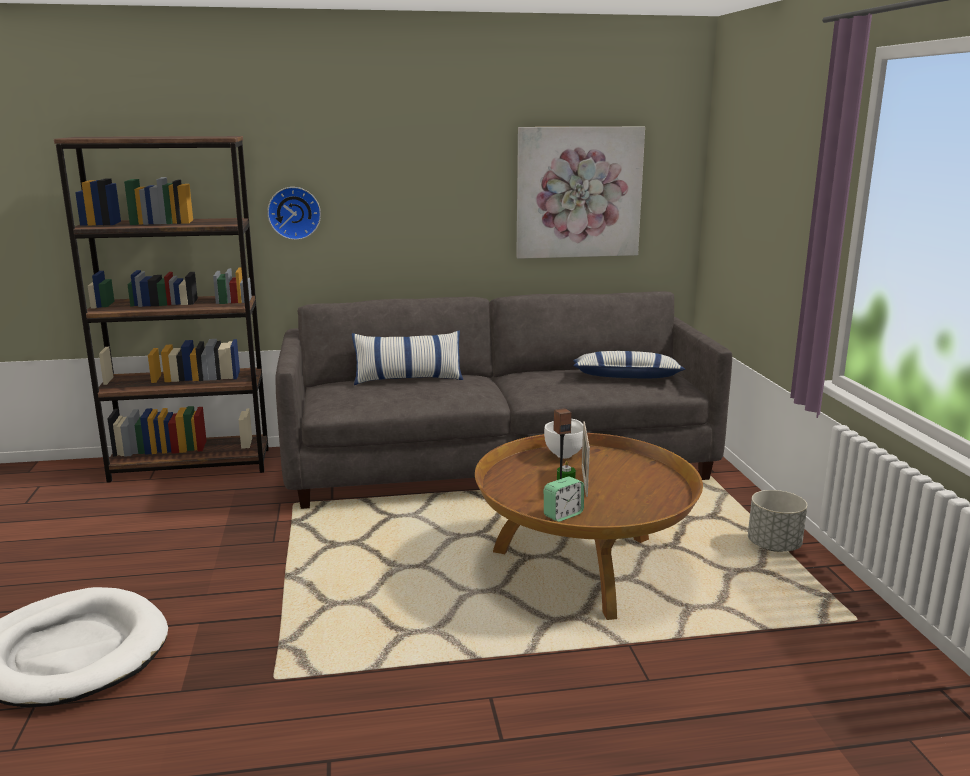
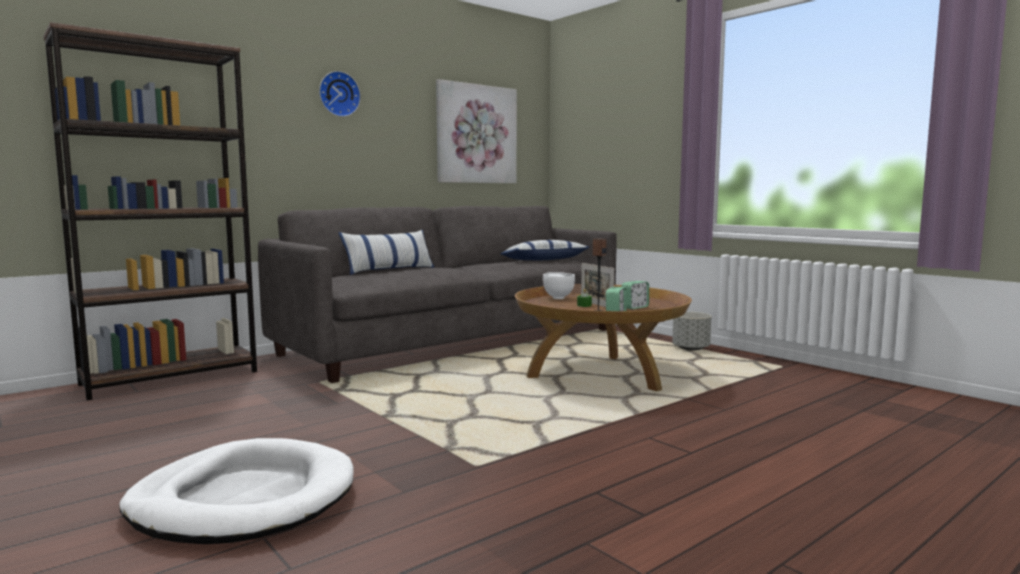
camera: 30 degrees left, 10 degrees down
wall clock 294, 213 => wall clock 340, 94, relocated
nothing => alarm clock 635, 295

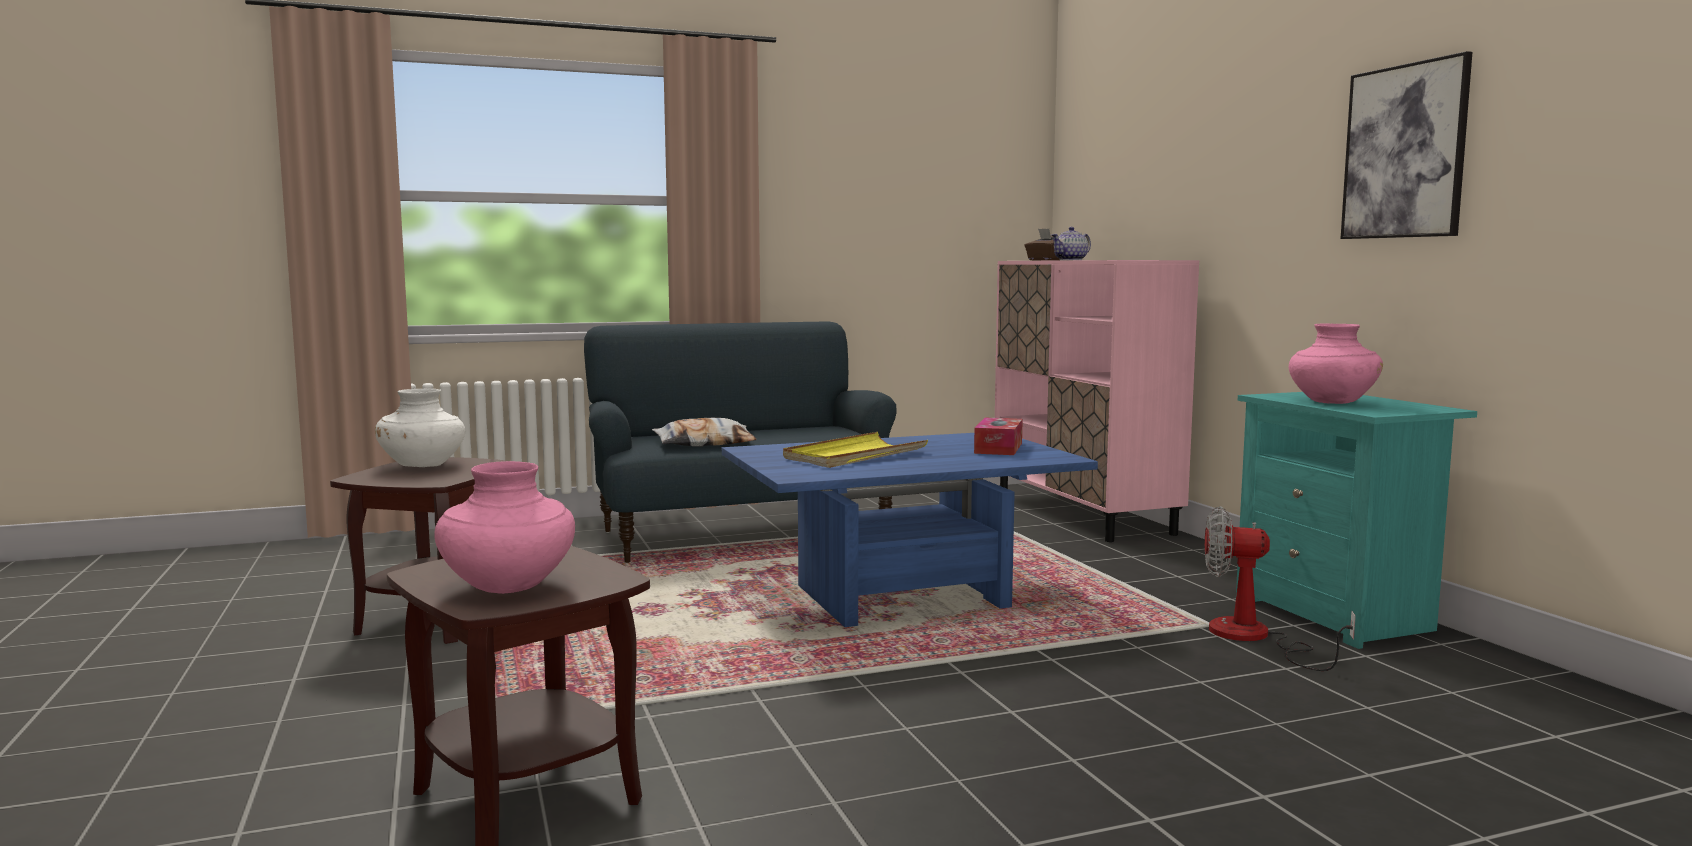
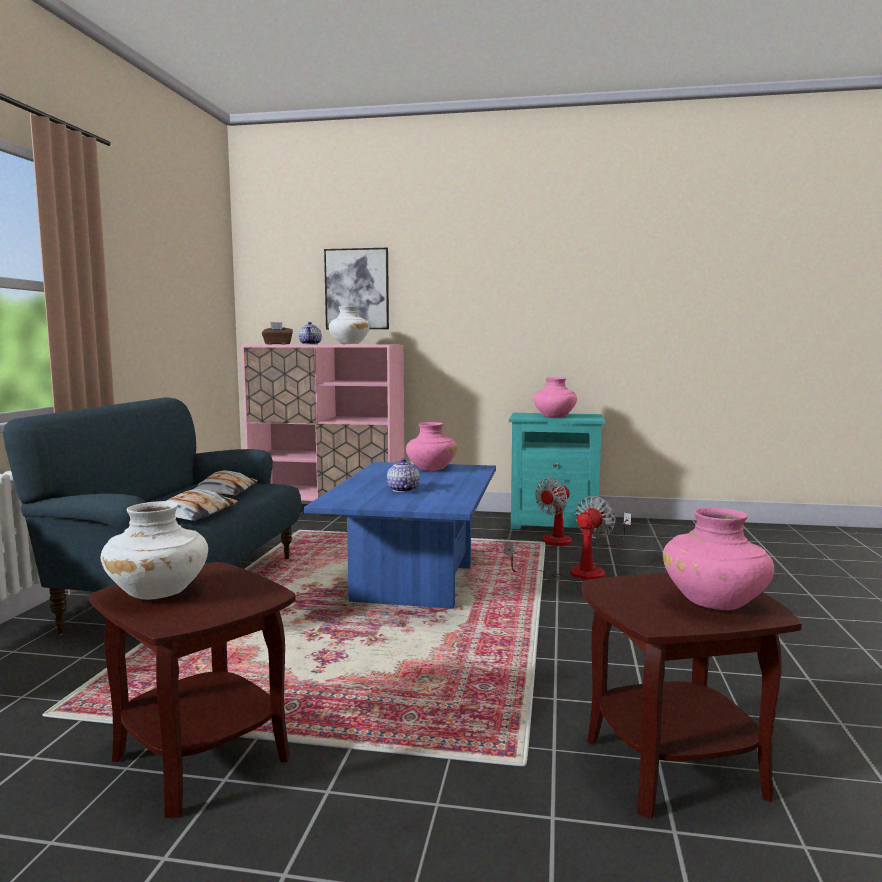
camera: 60 degrees left, 0 degrees up
picture 1406, 145 => picture 356, 288, relocated
tissue box 998, 436 => vase (pink) 431, 446
tray (yellow) 855, 450 => teapot 403, 475
nothing => vase (white) 349, 325
nothing => pillow 225, 483
nothing => fan 560, 538

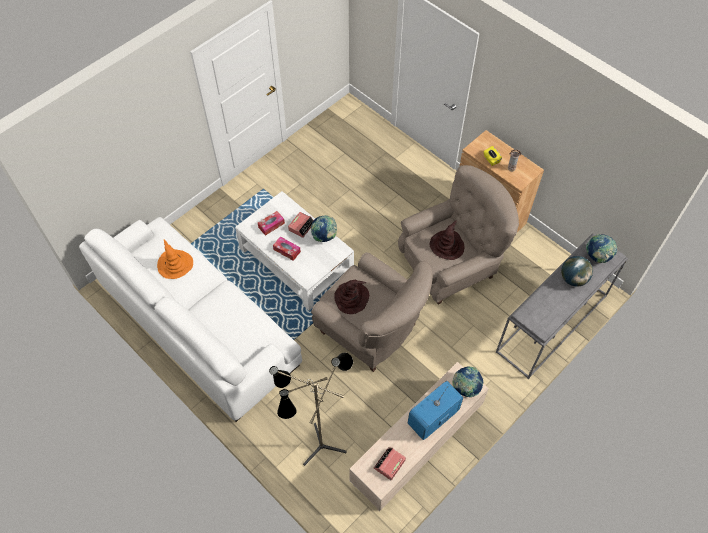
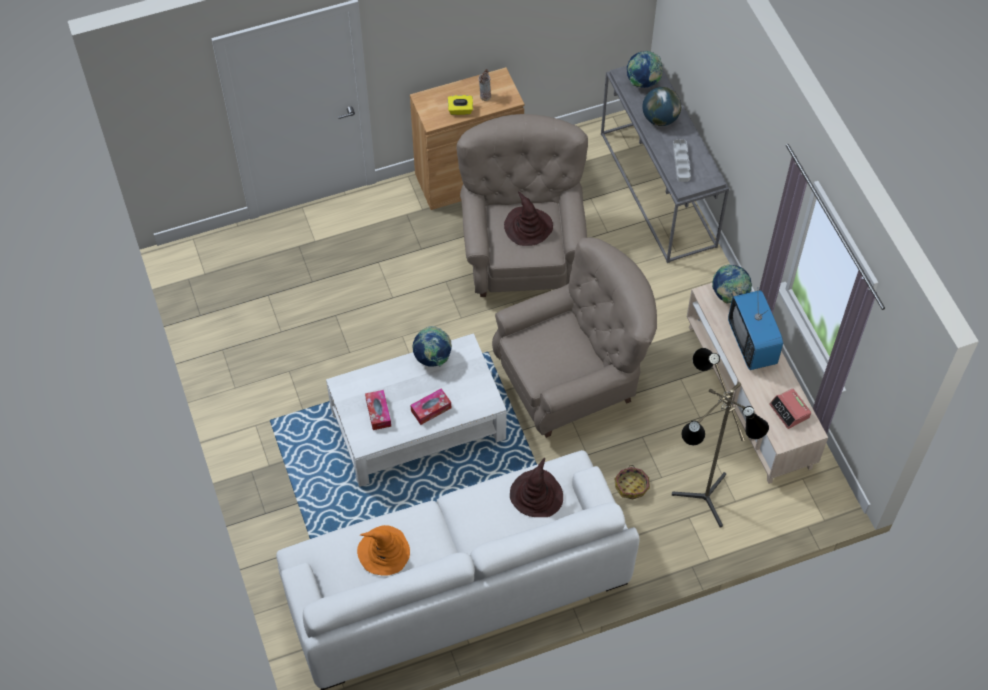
camera: 65 degrees left, 0 degrees up
alarm clock 300, 225 => nothing
hat (brown) 351, 297 => hat (brown) 536, 487, relocated
nothing => tray (grey) 682, 160
nothing => basket 632, 482

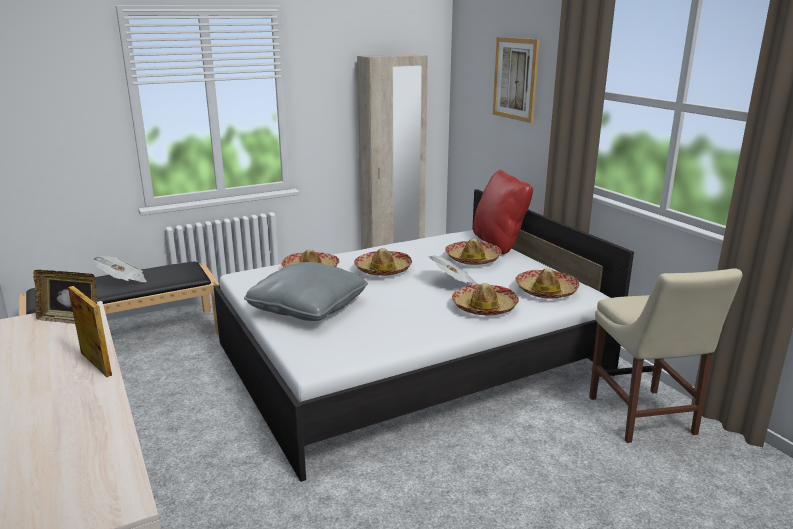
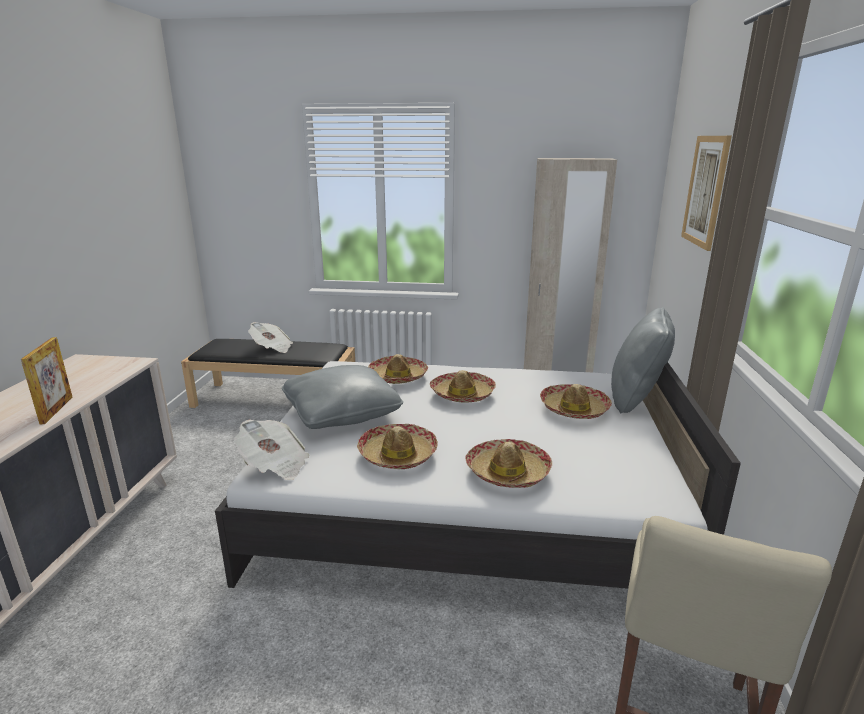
camera: 35 degrees right, 0 degrees up
pillow (red) 503, 212 => pillow (grey) 643, 360
newspaper 453, 270 => newspaper 271, 450, relocated
hat 547, 283 => hat 397, 446, relocated
picture frame 65, 297 => nothing

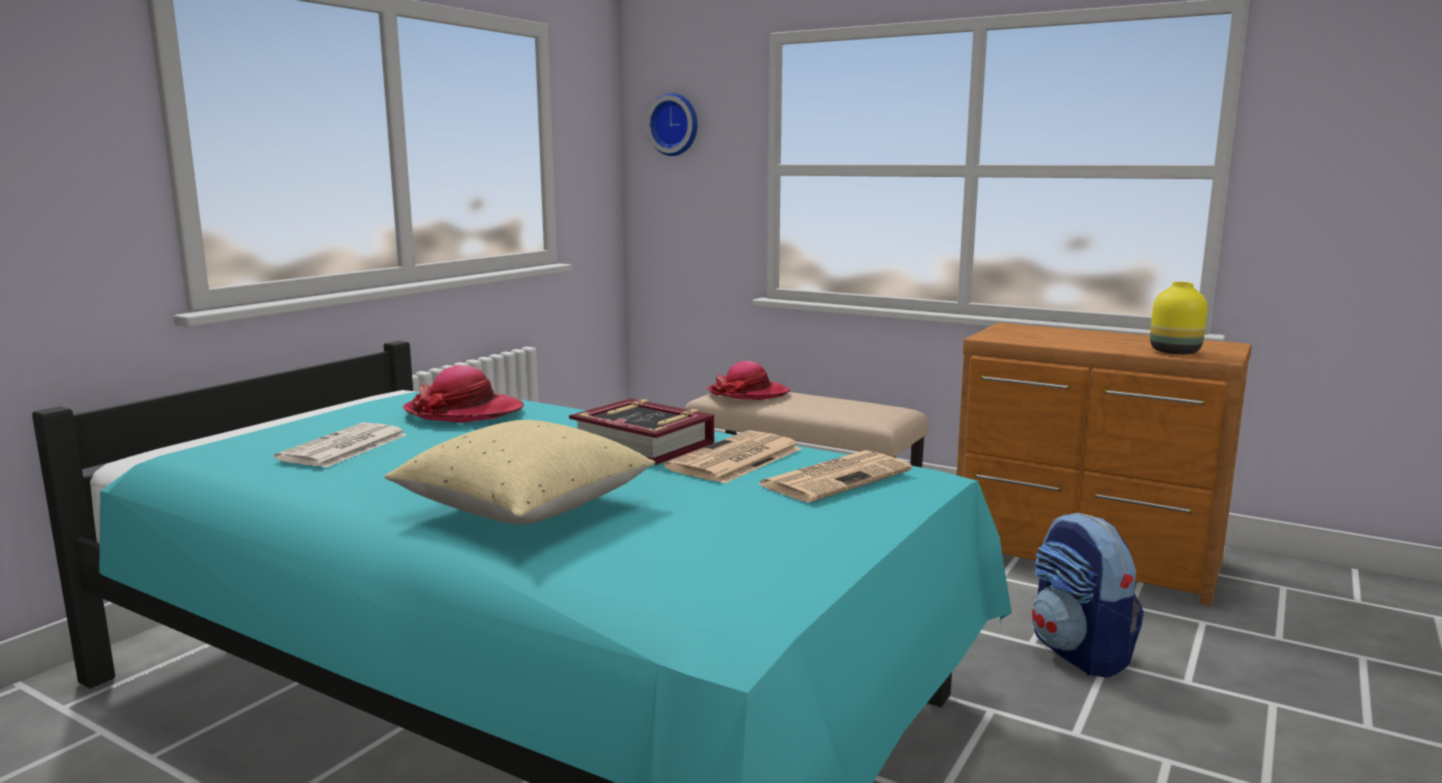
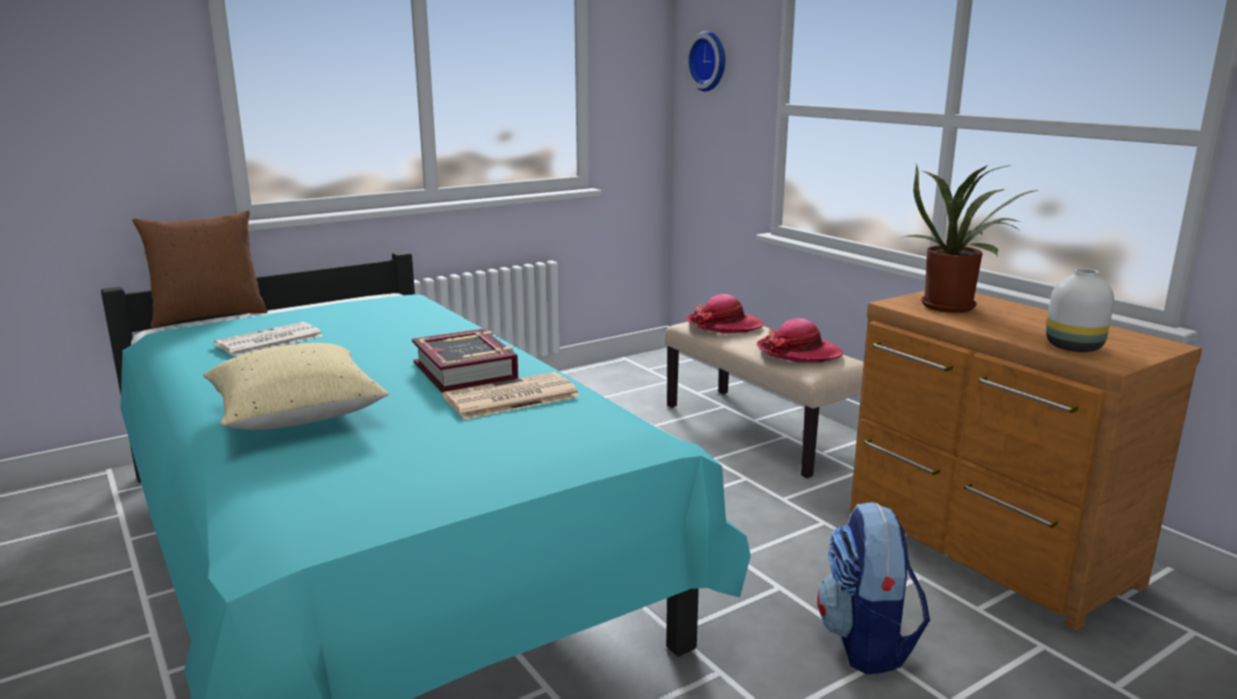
camera: 25 degrees right, 5 degrees up
vase (yellow) 1179, 318 => vase (white) 1080, 310
hat 463, 394 => hat 800, 340, relocated
newspaper 835, 476 => nothing
nothing => potted plant 970, 238
nothing => pillow (brown) 199, 269

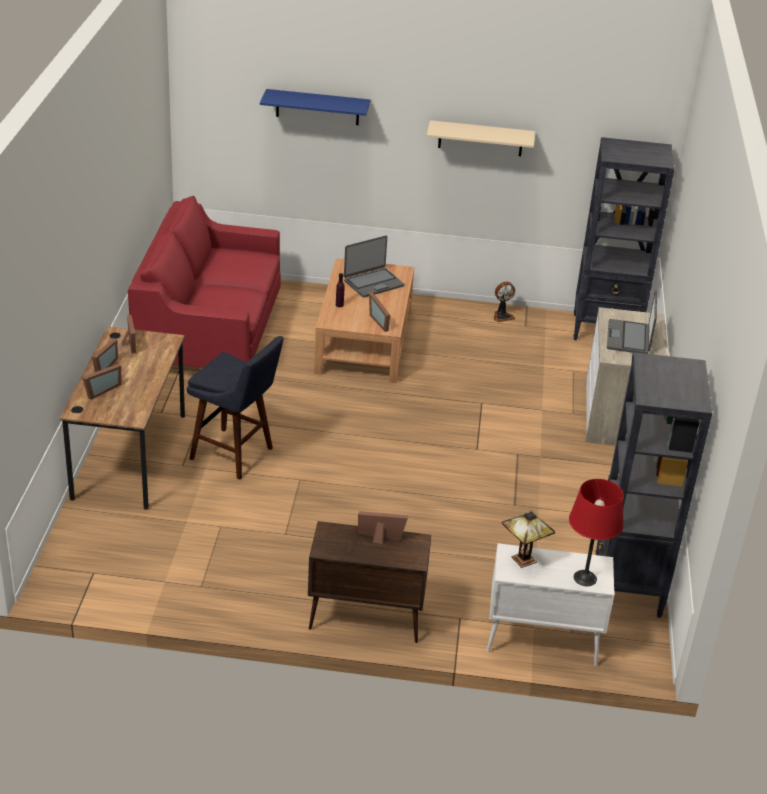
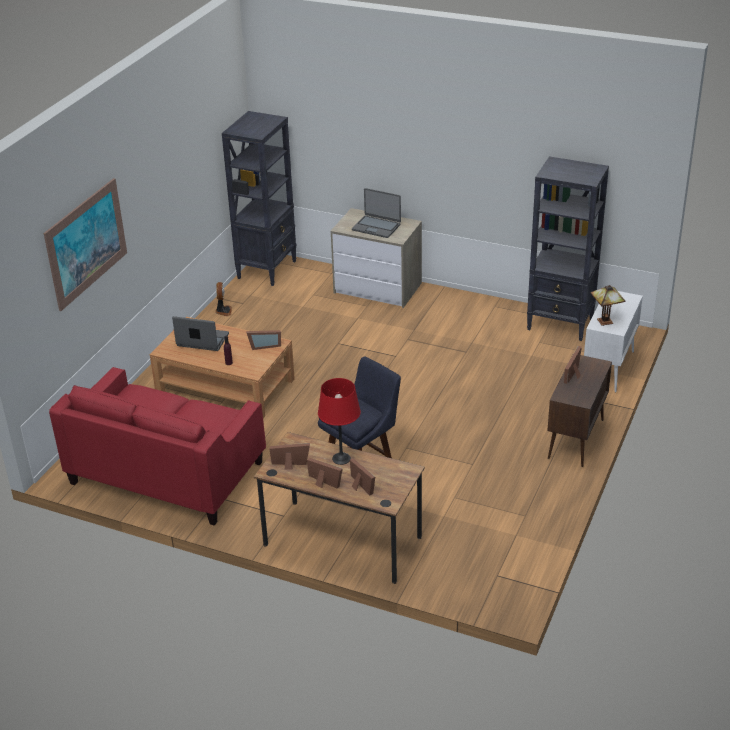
camera: 70 degrees left, 0 degrees up
shelf (blue) 315, 107 => picture 85, 244
shelf (beige) 481, 138 => nothing
laptop 374, 267 => laptop 200, 333, 60 degrees counterclockwise
table lamp (red) 596, 532 => table lamp (red) 339, 421, relocated

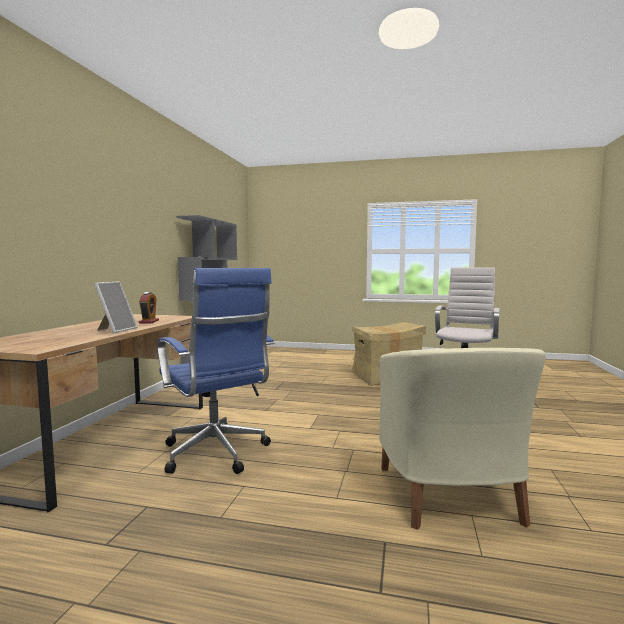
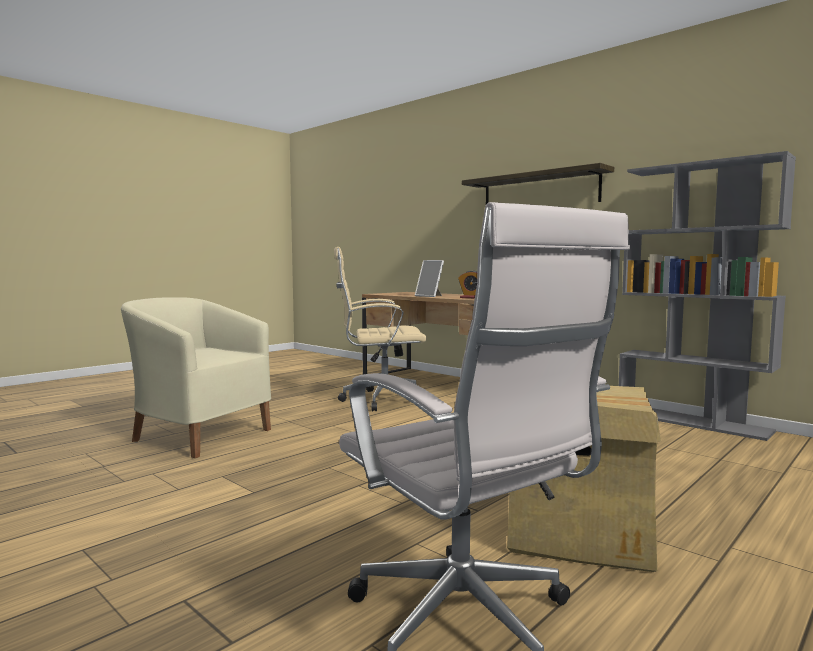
camera: 120 degrees right, 0 degrees up
office chair (blue) 216, 371 => office chair (beige) 380, 329
nothing => shelf 538, 183

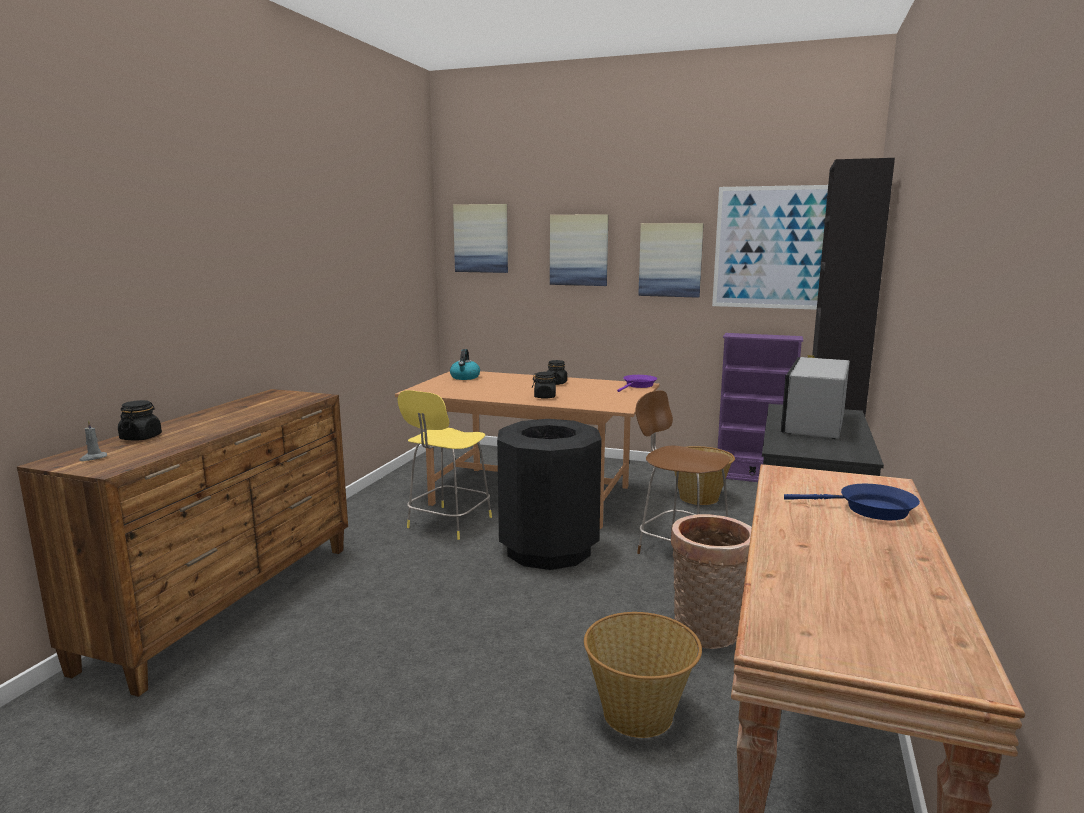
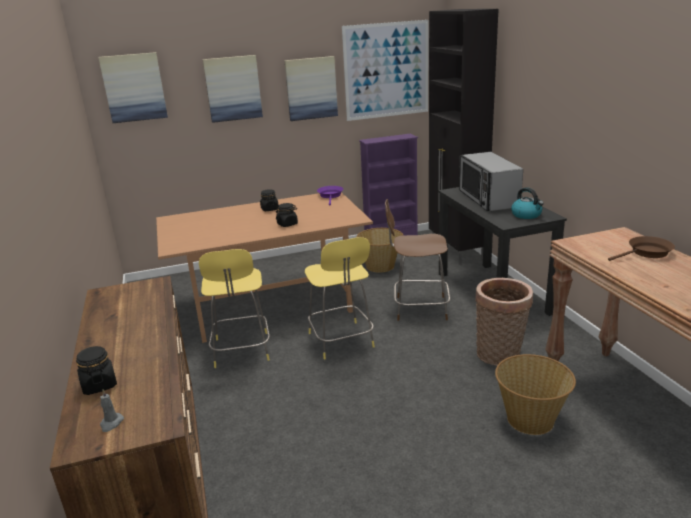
camera: 35 degrees left, 10 degrees up
kettle 465, 364 => kettle 527, 203, relocated
trash can (black) 549, 494 => stool (yellow) 340, 298
frying pan (blue) 852, 502 => frying pan (brown) 641, 248

